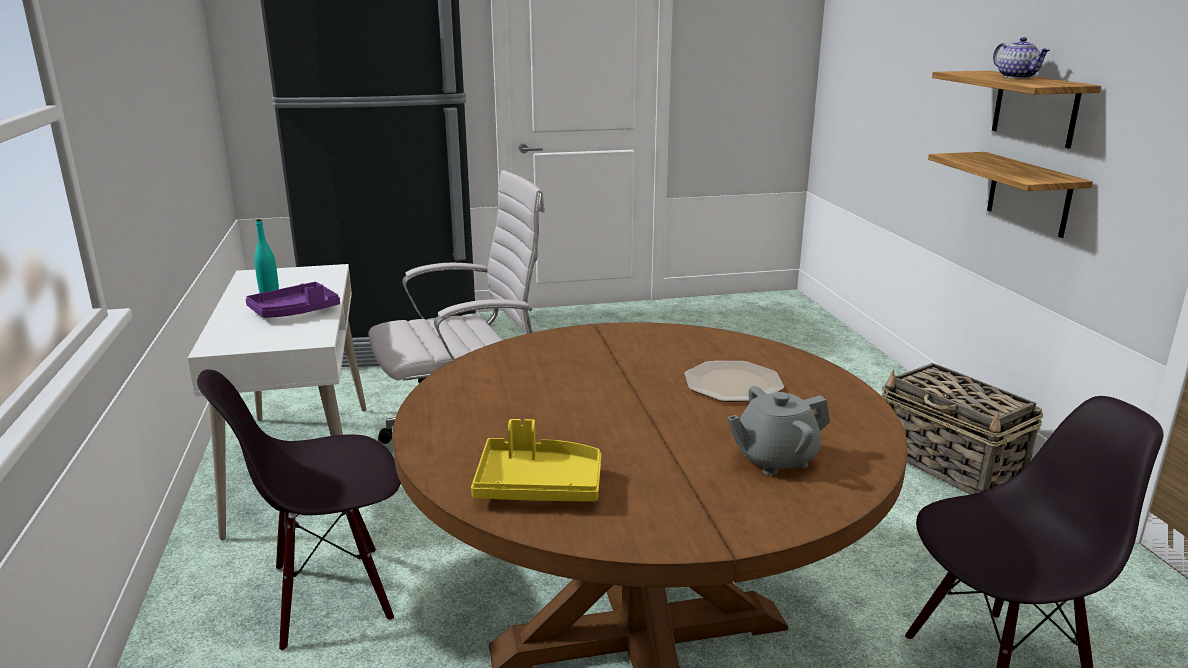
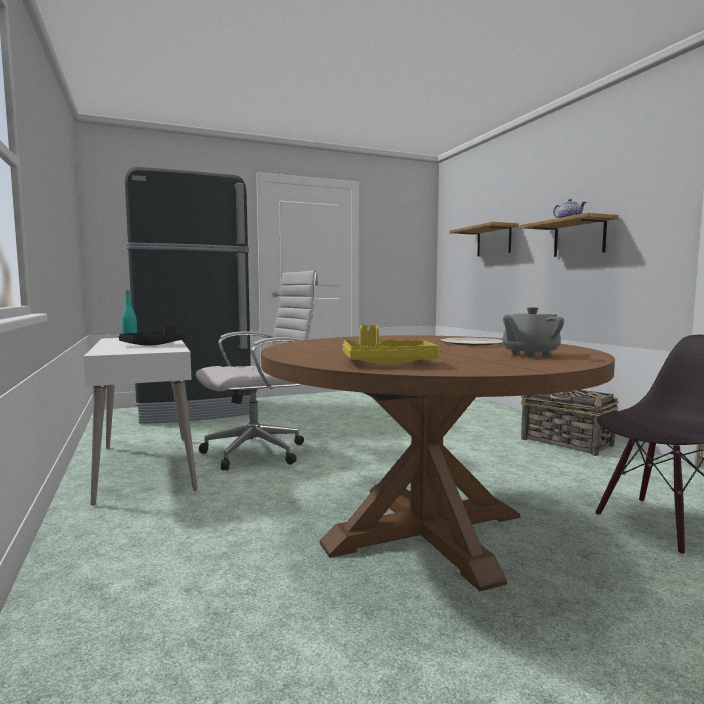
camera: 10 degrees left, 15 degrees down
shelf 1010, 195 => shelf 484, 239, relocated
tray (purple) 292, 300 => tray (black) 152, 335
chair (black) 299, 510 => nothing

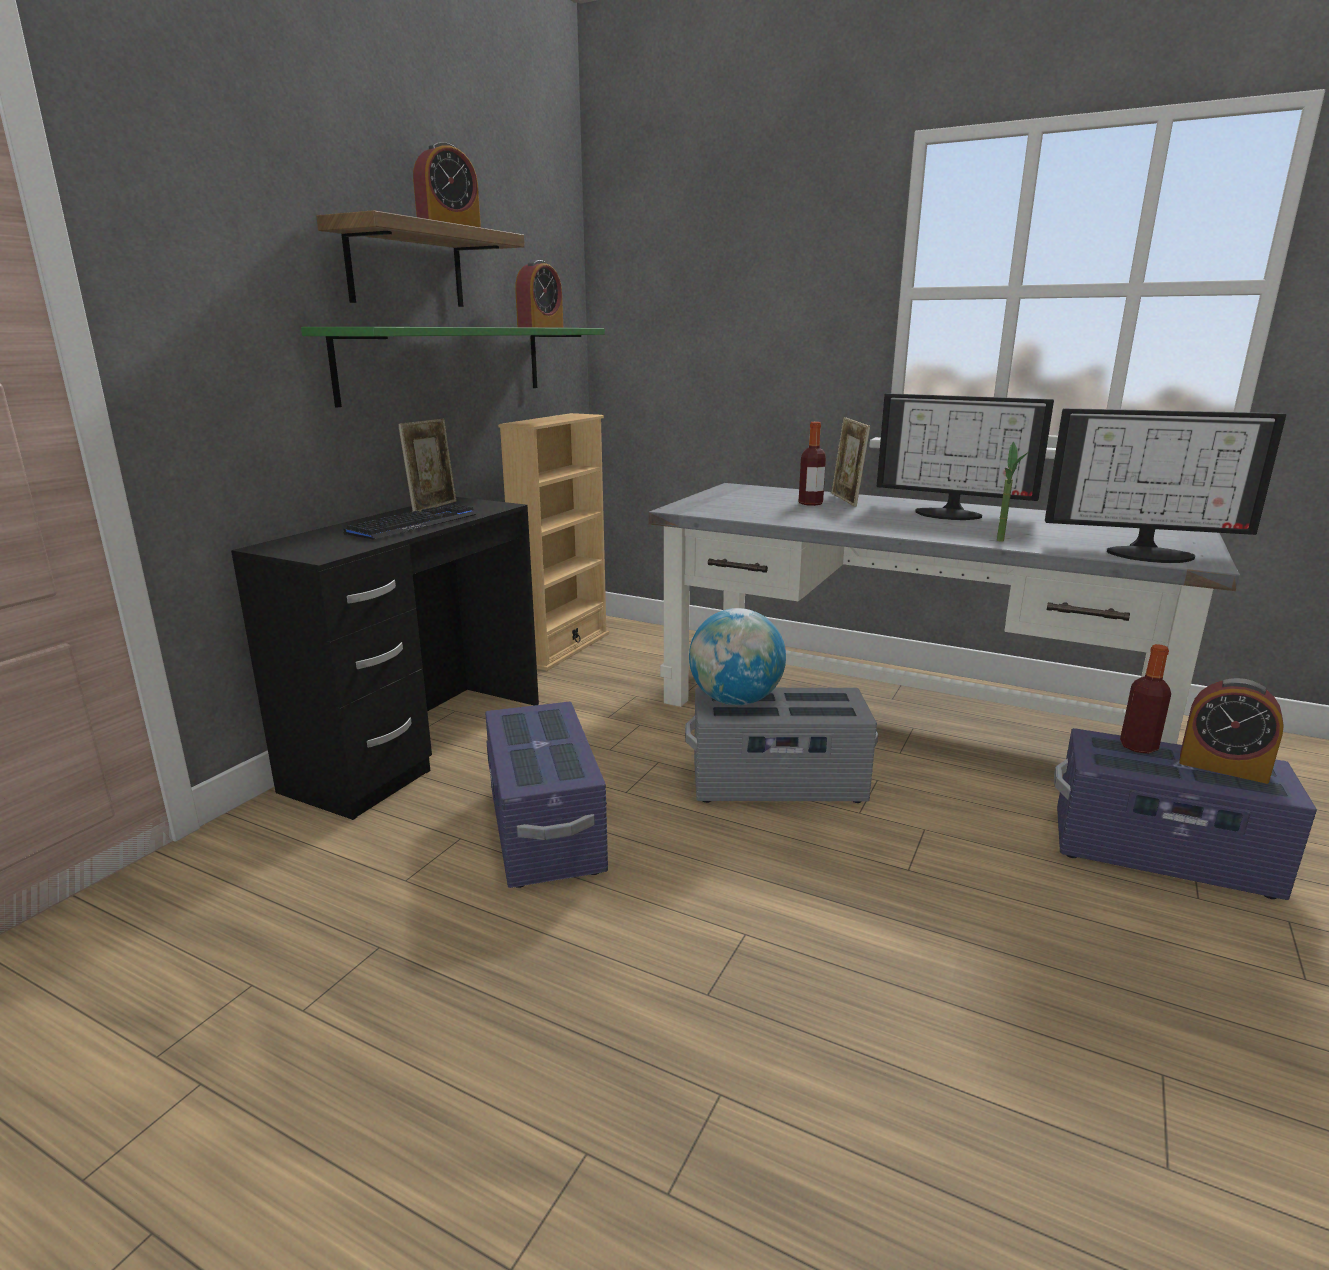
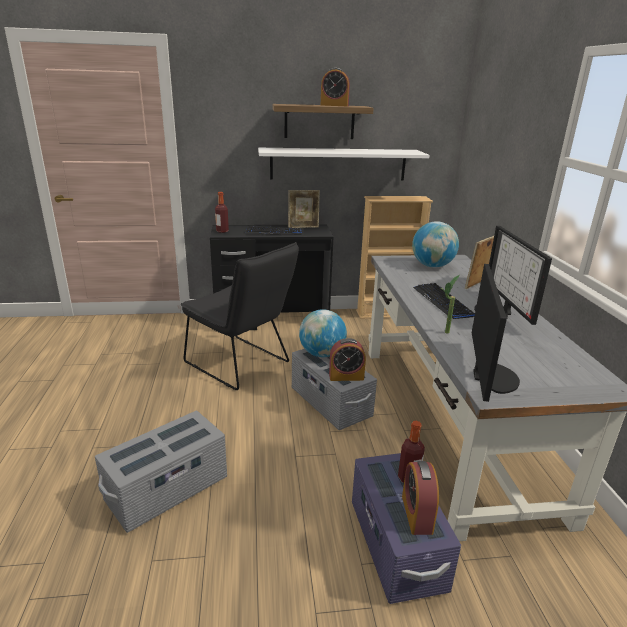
camera: 55 degrees right, 5 degrees up
alarm clock 539, 294 => alarm clock 347, 359, relocated
shelf (green) 453, 367 => shelf (white) 343, 164
monitor 1165, 485 => monitor 496, 333, 150 degrees counterclockwise
bottle 812, 464 => bottle 222, 212, relocated
storage box (purple) 546, 795 => chair (black) 240, 316
nothing => globe 435, 244
nothing => keyboard 444, 301
nothing => storage box (grey) 161, 472

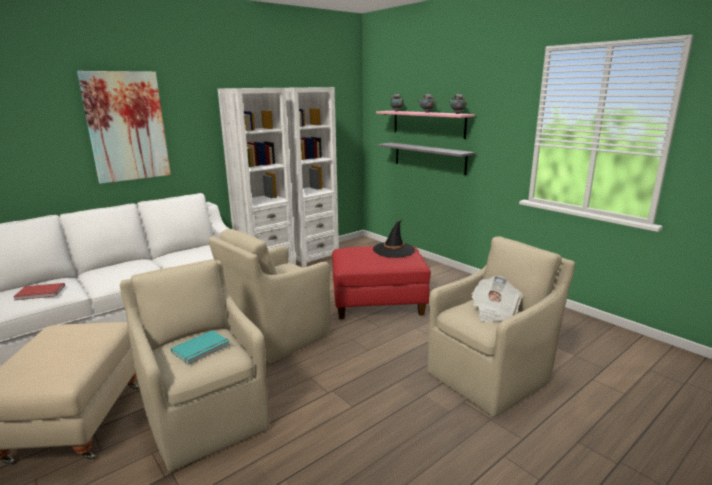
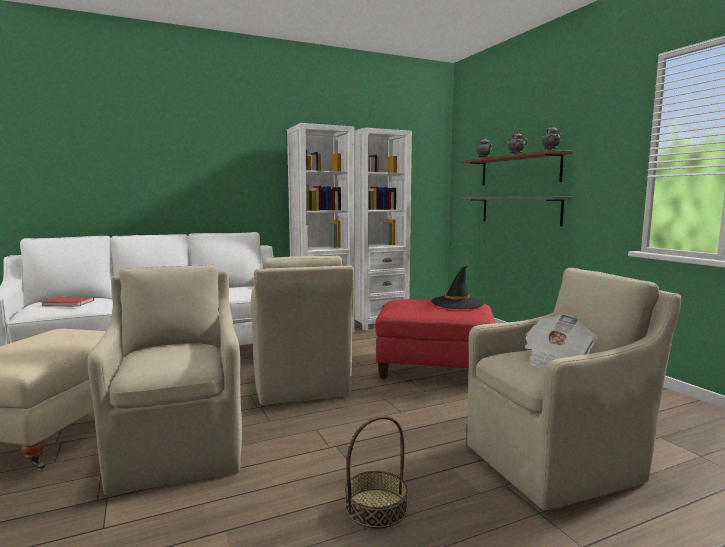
camera: 15 degrees right, 10 degrees down
picture 124, 127 => nothing
shelf (pink) 425, 125 => shelf (brown) 517, 167
armchair (beige) 269, 296 => armchair (beige) 302, 330, 75 degrees counterclockwise
book (turquoise) 200, 347 => nothing
nothing => basket 376, 472

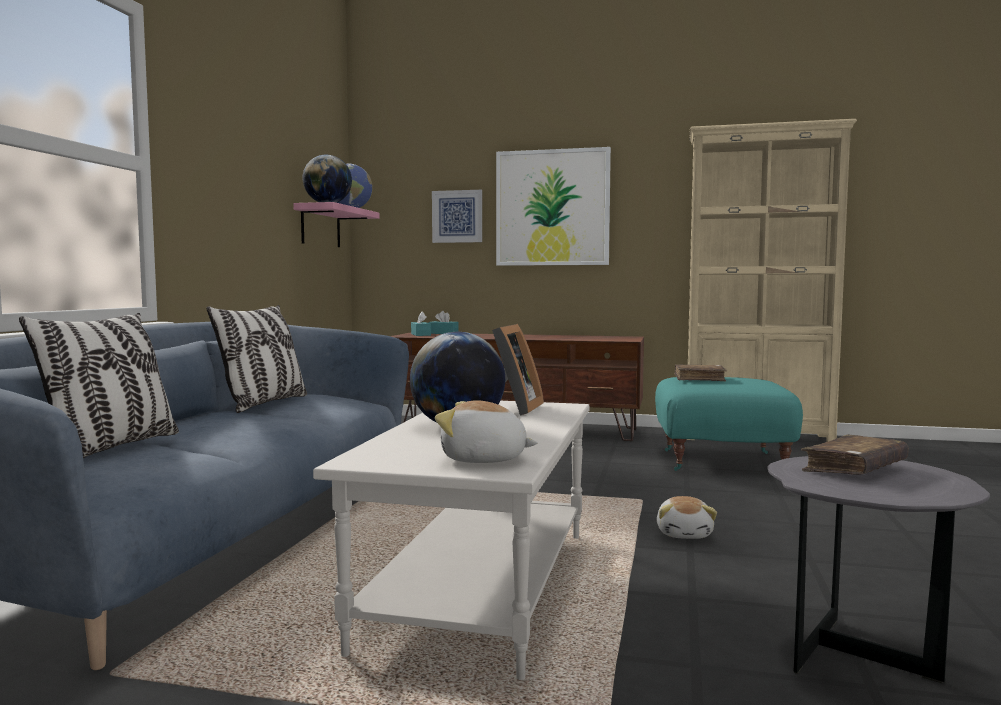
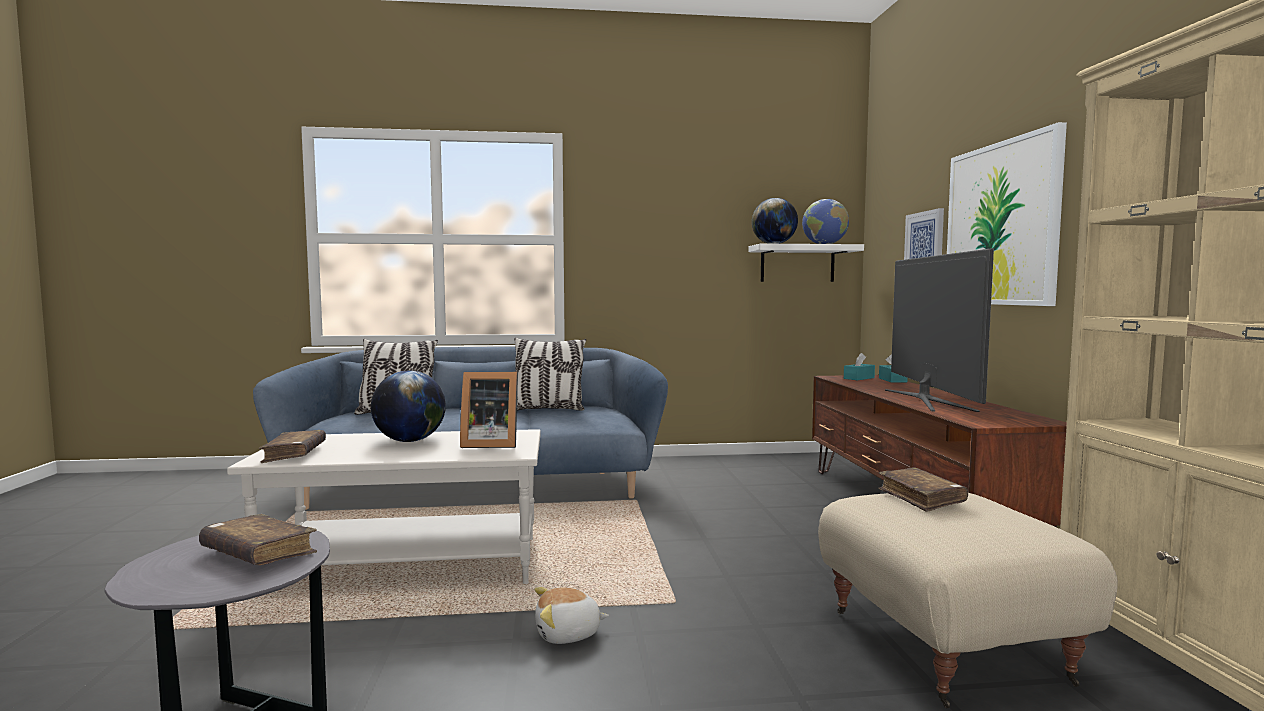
camera: 70 degrees right, 0 degrees up
shelf (pink) 336, 224 => shelf (white) 806, 262
ottoman (turquoise) 729, 424 => ottoman (beige) 968, 601
plush toy 486, 431 => book (brown) 292, 446
nothing => television 939, 330

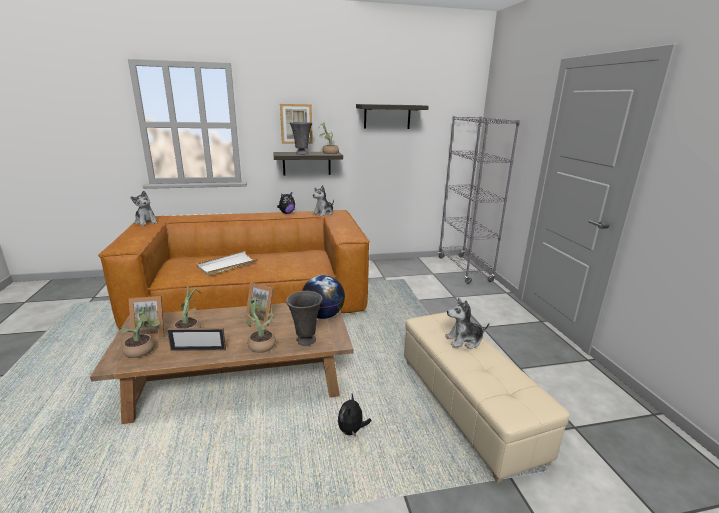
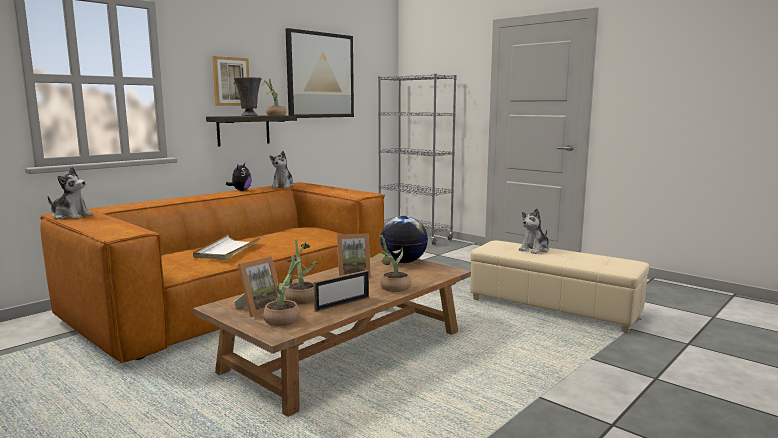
camera: 35 degrees left, 10 degrees down
shelf 392, 116 => picture 320, 73
vase (grey) 304, 318 => nothing
plush toy 354, 415 => nothing

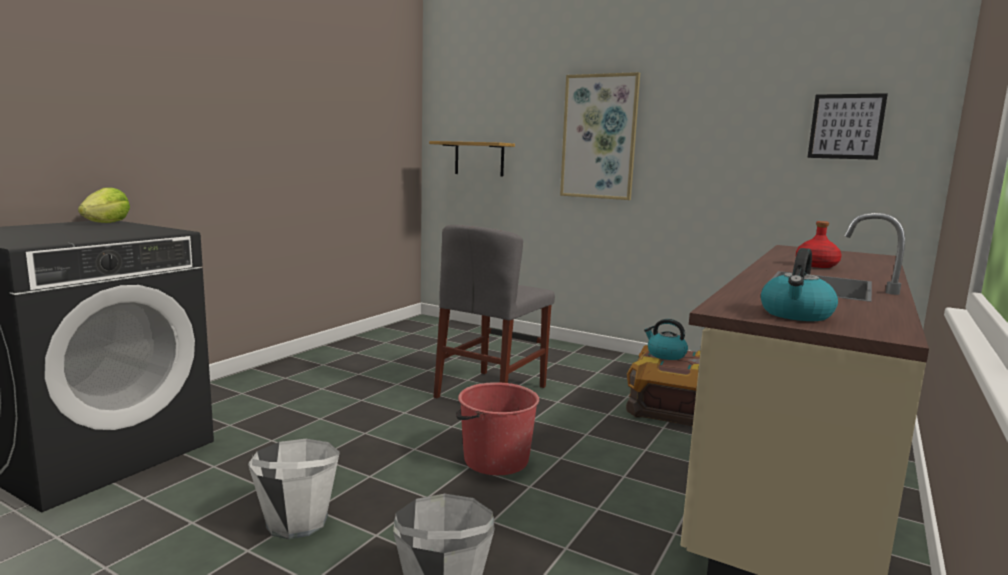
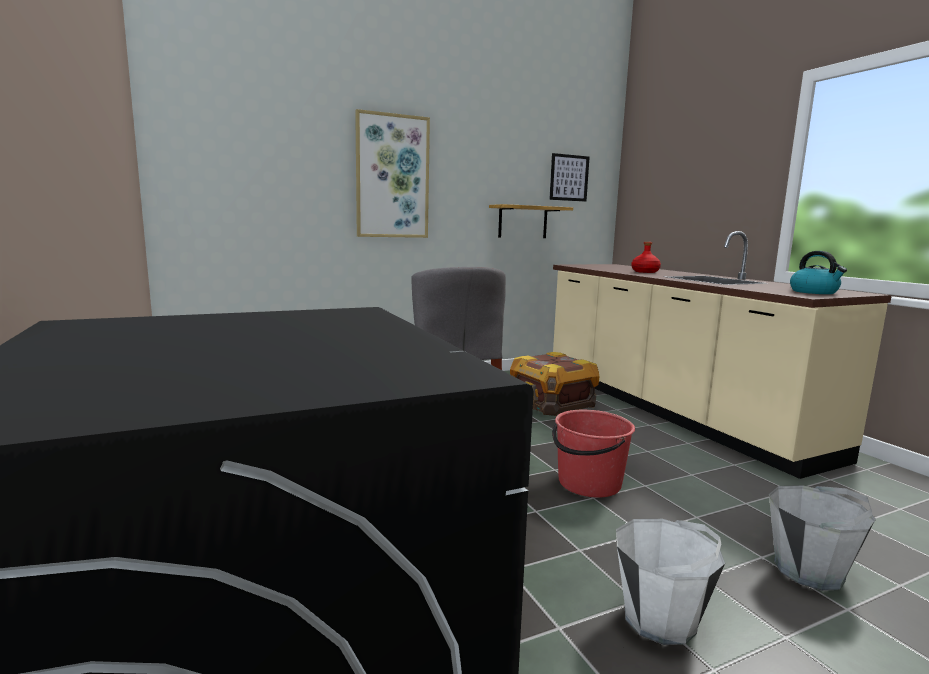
camera: 55 degrees left, 0 degrees up
shelf 472, 159 => shelf 531, 221, relocated
lettuce 104, 205 => nothing
kettle 666, 339 => nothing

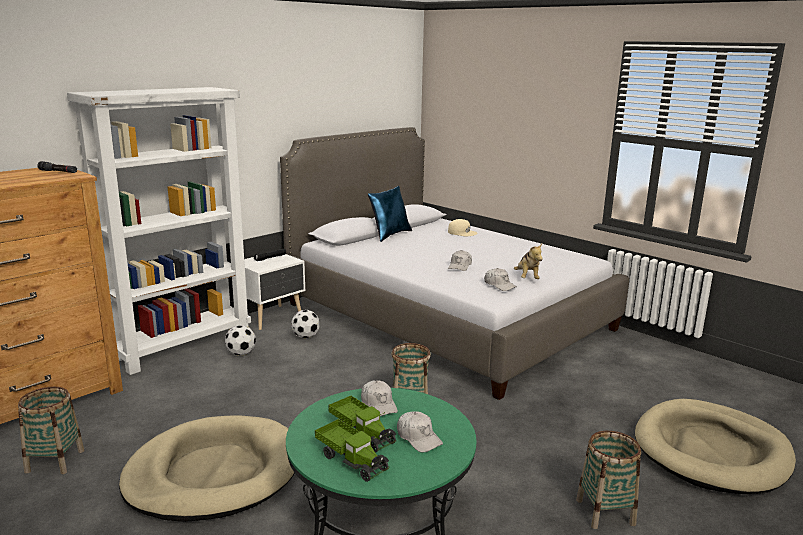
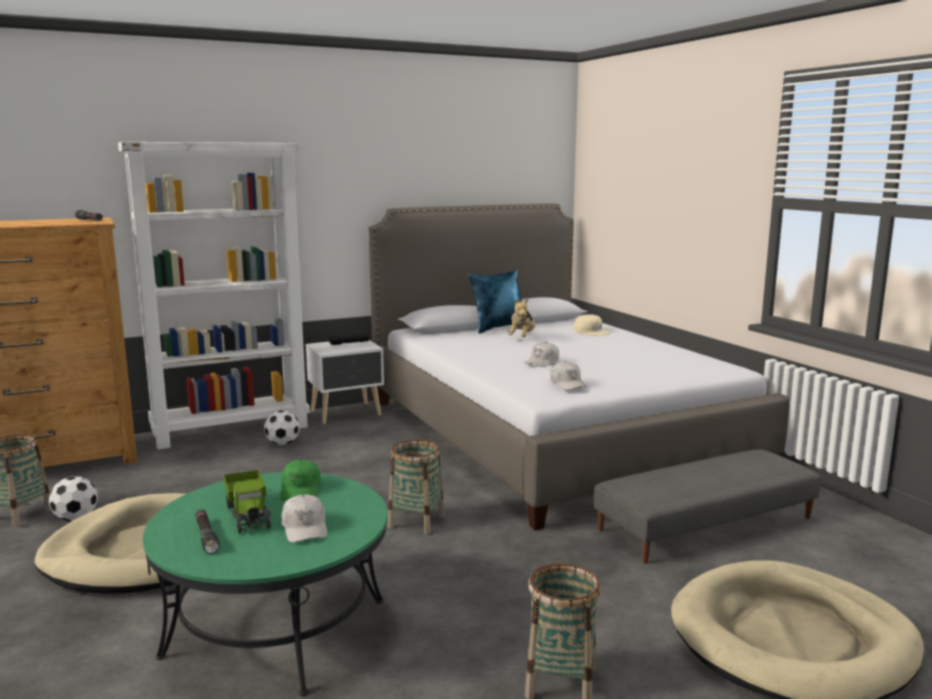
camera: 20 degrees right, 5 degrees down
plush toy 528, 261 => plush toy 521, 317, relocated
football 305, 324 => football 73, 498, relocated
cap (white) 379, 398 => cap (green) 300, 479
toy truck 352, 450 => flashlight (black) 207, 531
nothing => ottoman (grey) 707, 506

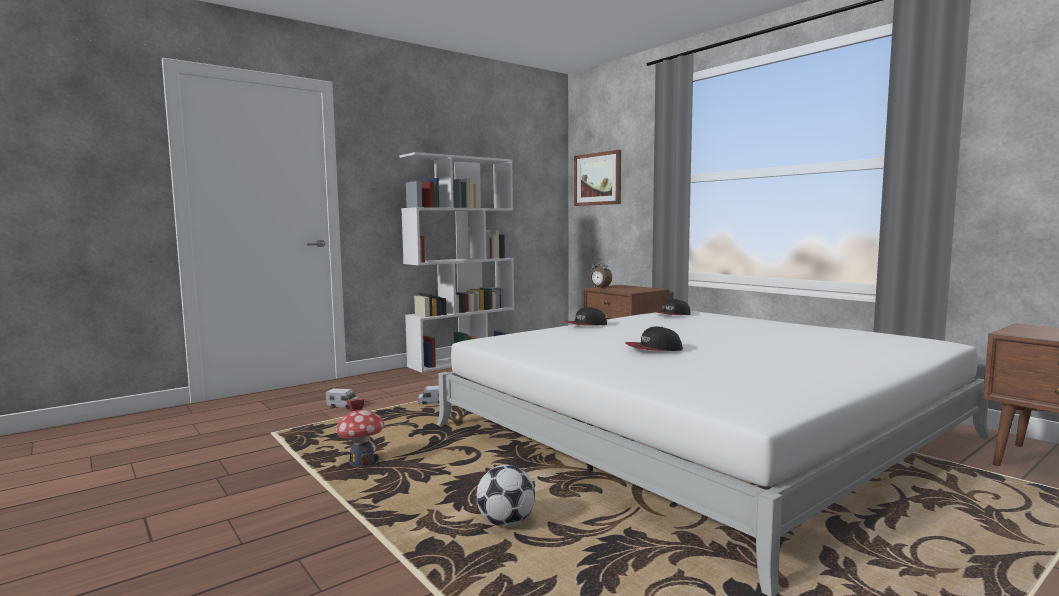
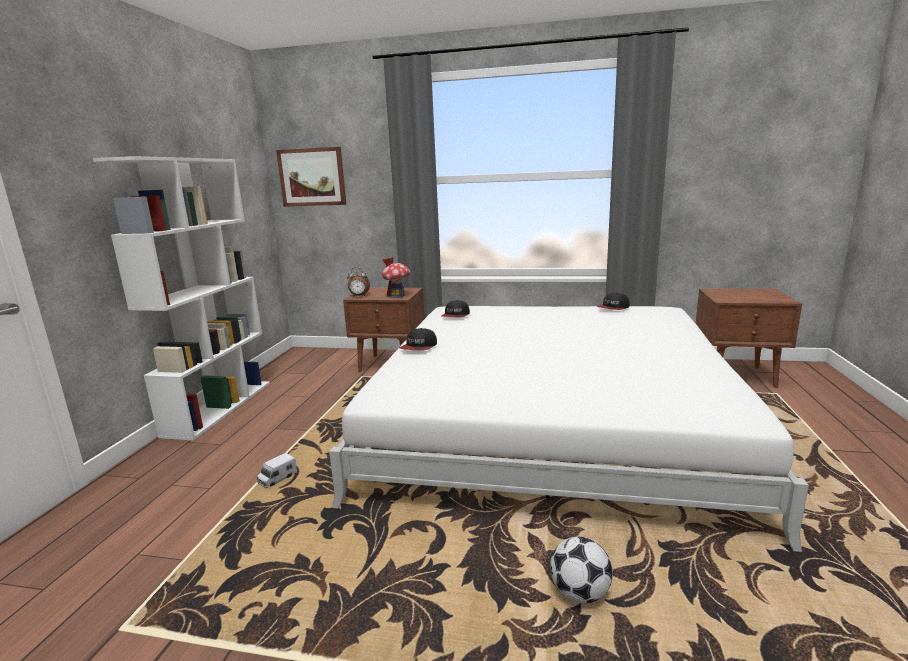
camera: 40 degrees left, 10 degrees up
cap 654, 339 => cap 613, 301, relocated
toy truck 342, 398 => nothing
toy house 360, 432 => toy house 396, 277, relocated

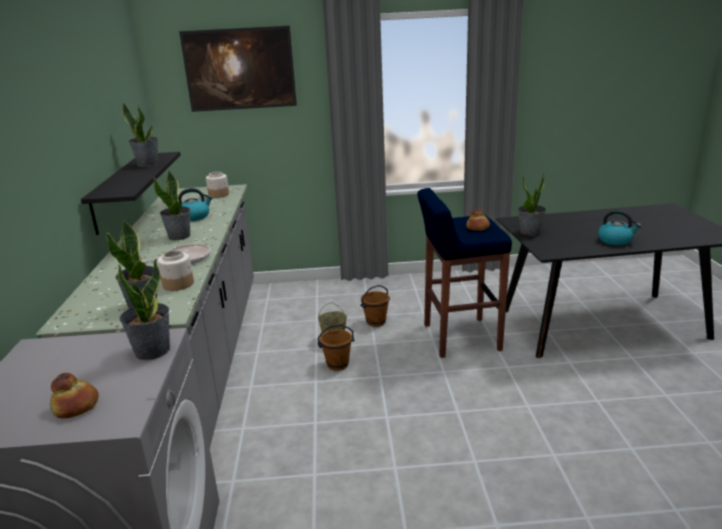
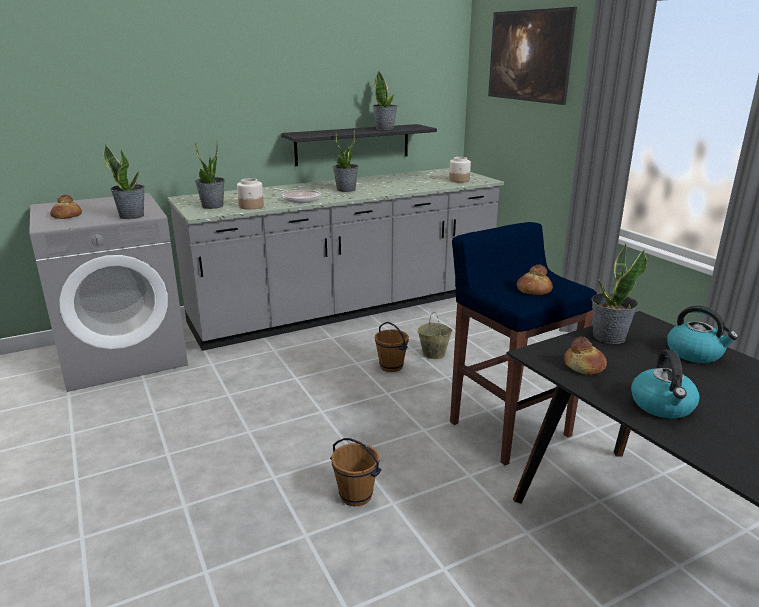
camera: 65 degrees right, 0 degrees up
kettle 195, 204 => kettle 702, 334, relocated
bucket (brown) 375, 306 => bucket (brown) 355, 472, relocated
nothing => bread 585, 356

